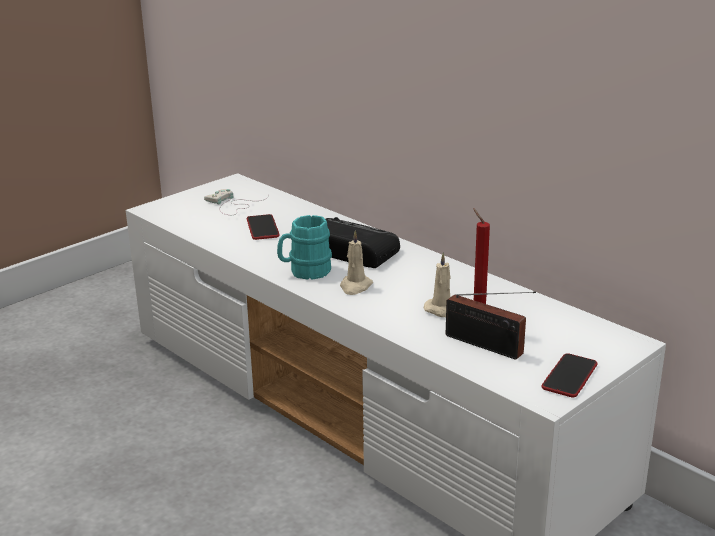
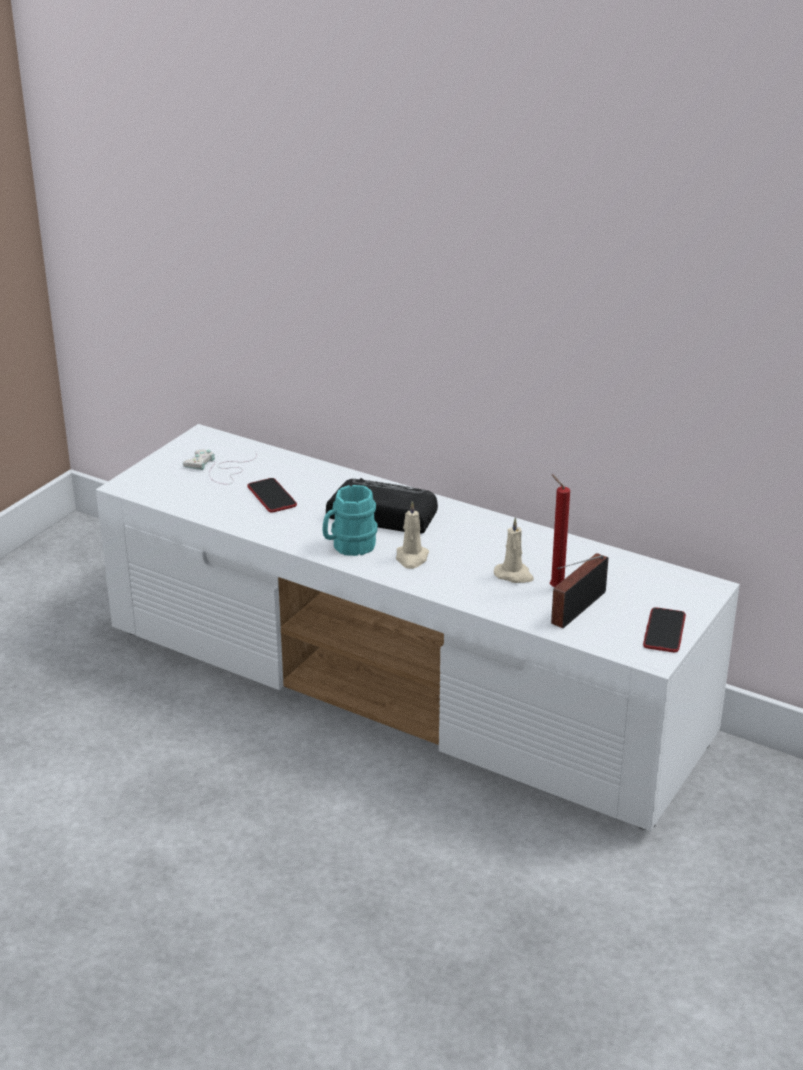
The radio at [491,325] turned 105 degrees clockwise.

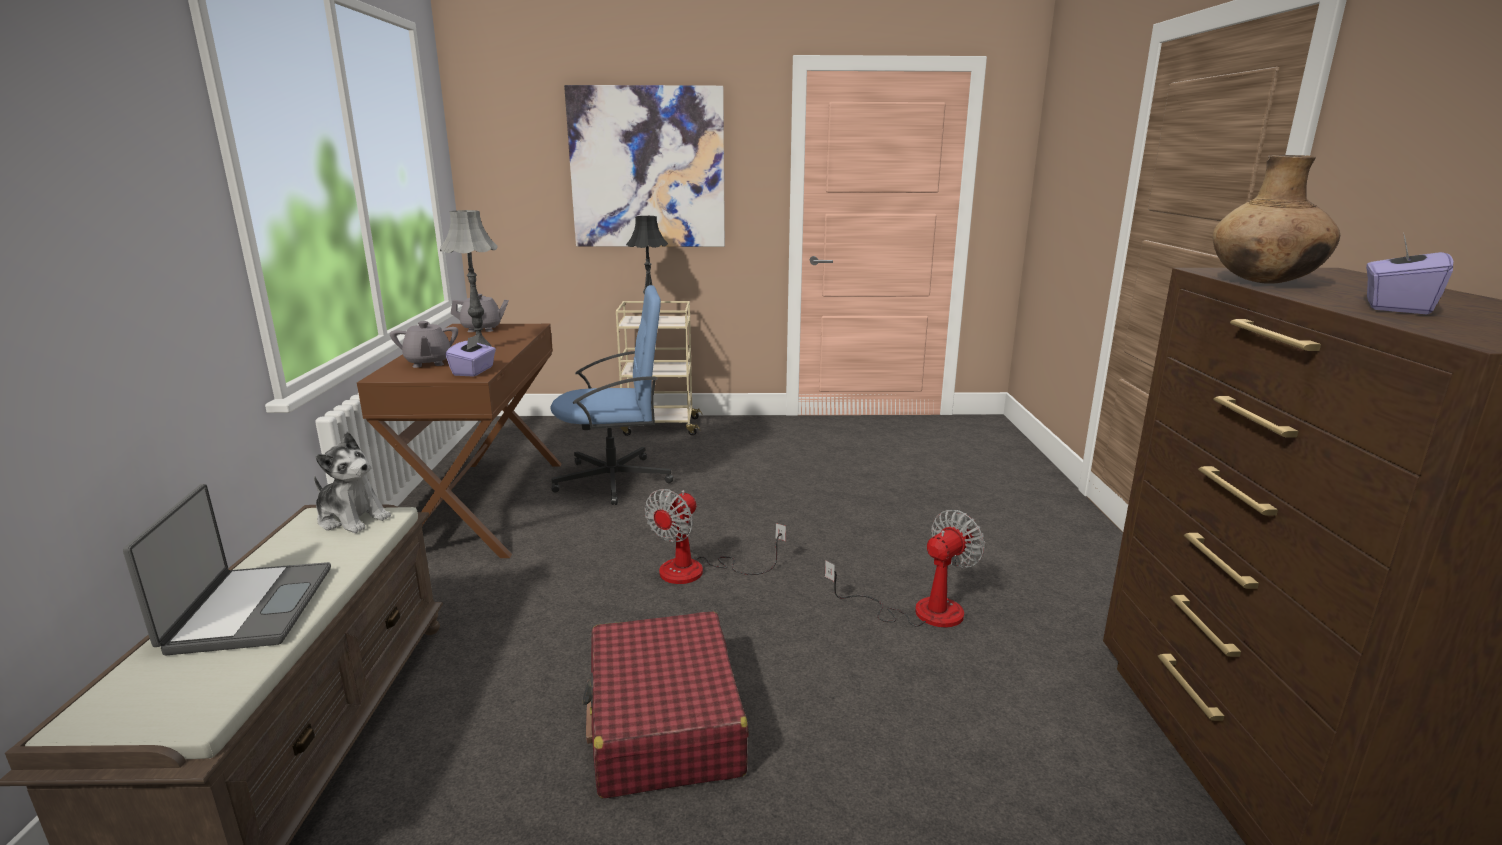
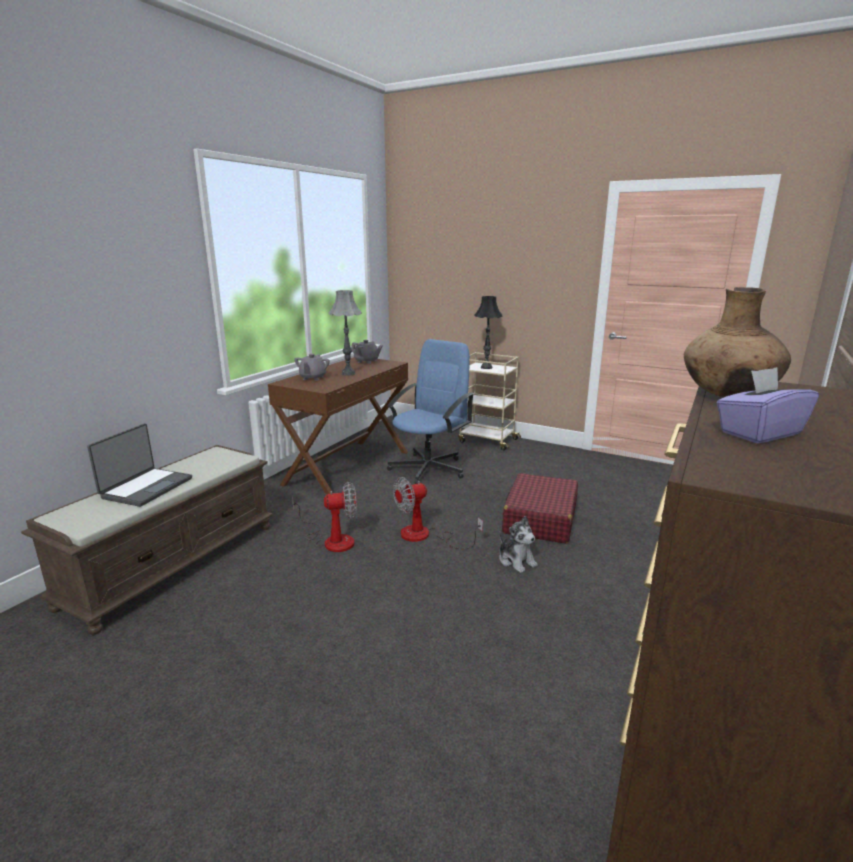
The wentylator moved from [905,568] to [324,516].
The krzesło biurowe (niebieski) at [611,395] turned 75 degrees counterclockwise.
The pluszak moved from [352,482] to [518,544].
The walizka (czerwony) moved from [666,704] to [540,508].
The pudełko chusteczek (fioletowy) at [470,355] disappeared.
The obraz at [644,166] disappeared.

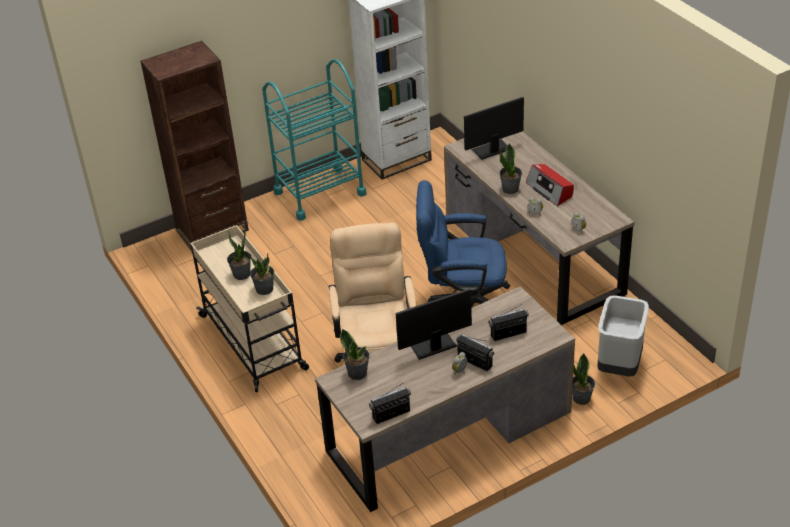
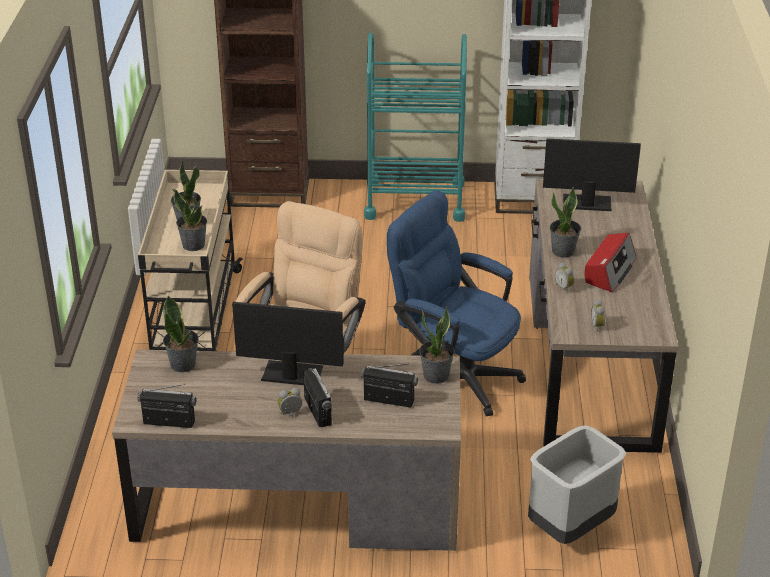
The roślina doniczkowa moved from [583,379] to [437,345].
The radio at [550,185] turned 150 degrees counterclockwise.

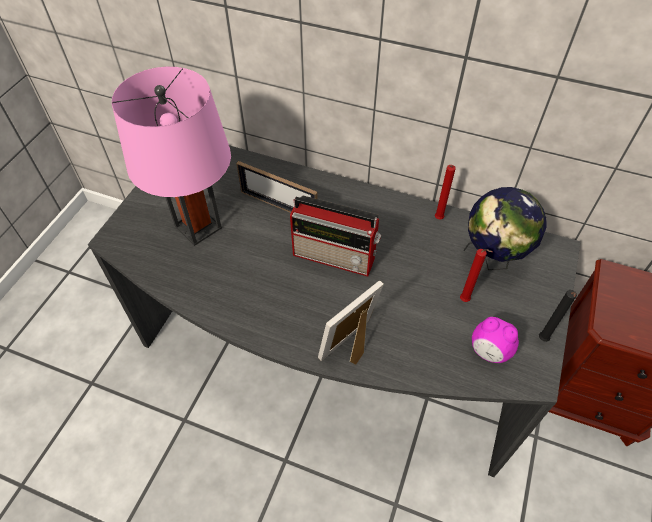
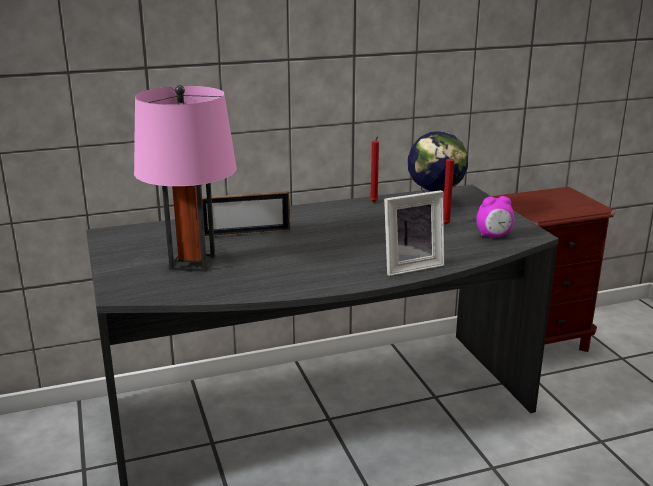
The ramka na zdjęcie at [351,323] turned 120 degrees counterclockwise.
The radio at [335,236] disappeared.
The świeca (czarny) at [558,316] disappeared.

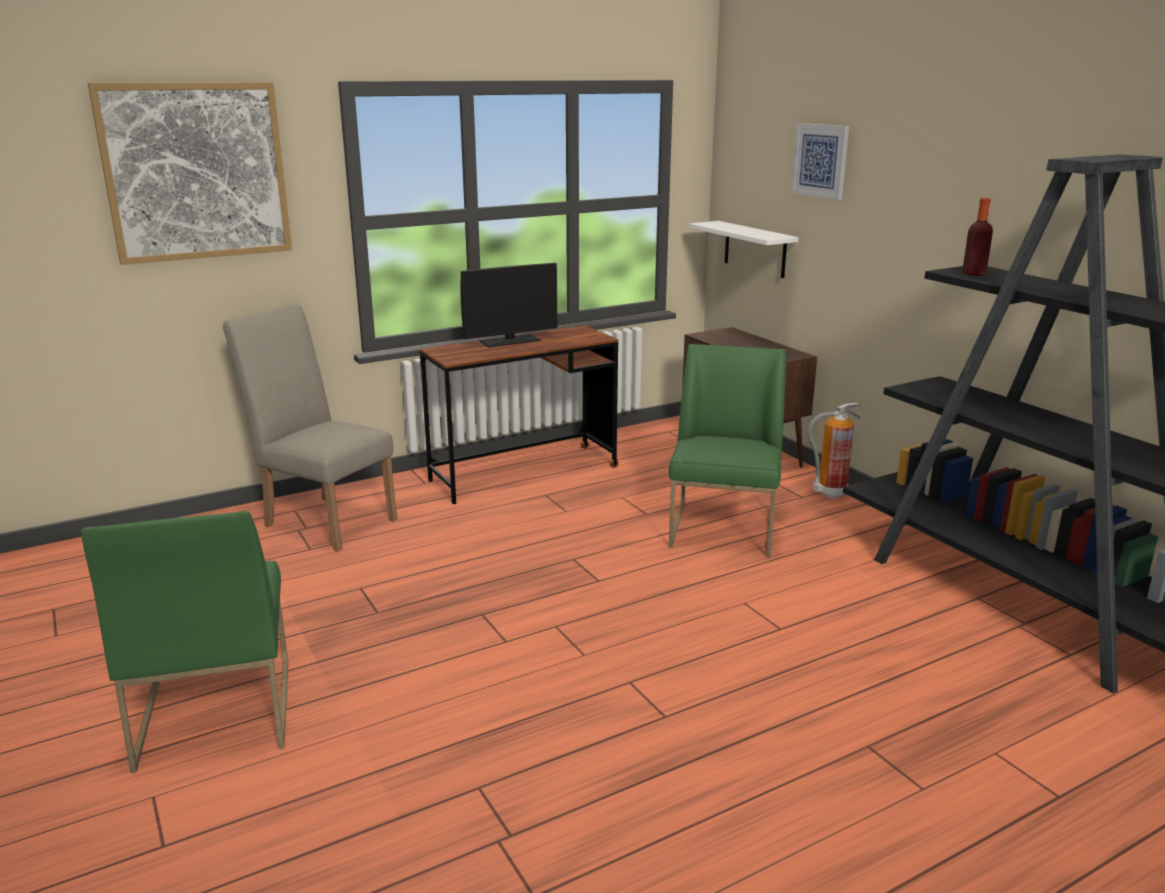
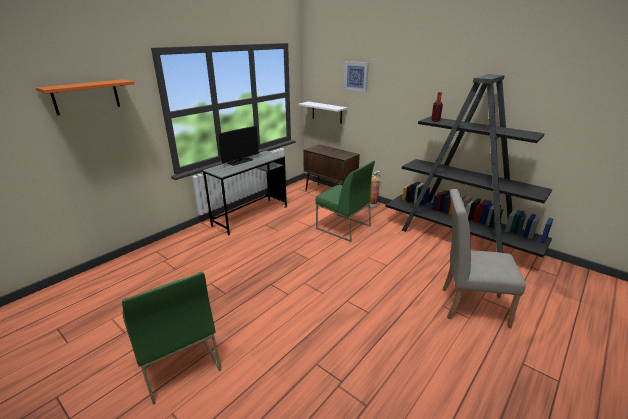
The obraz at [190,173] was replaced by the półka (pomarańczowy) at [85,97].
The biurko (brązowy) at [519,414] became the biurko (szary) at [245,193].
The krzesło (zielony) at [727,450] turned 135 degrees clockwise.
The krzesło (beżowy) moved from [310,427] to [484,258].

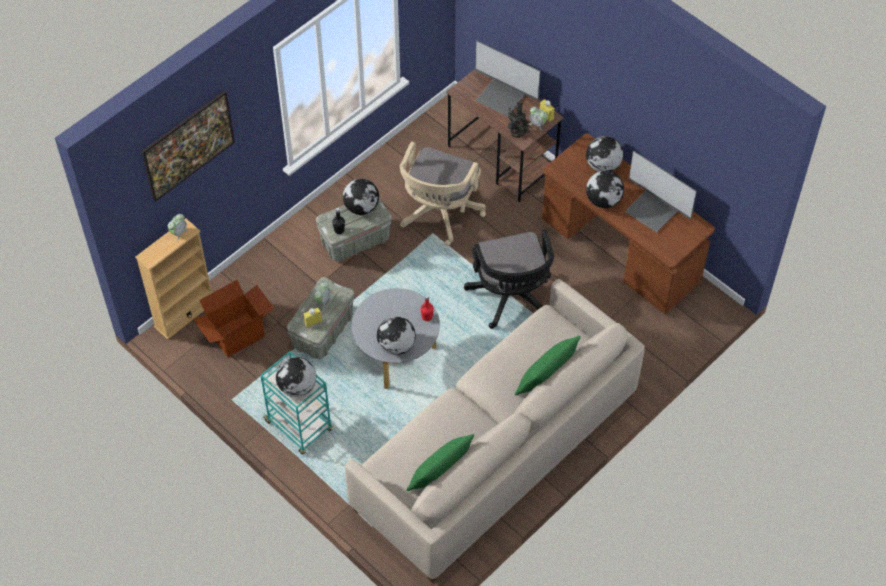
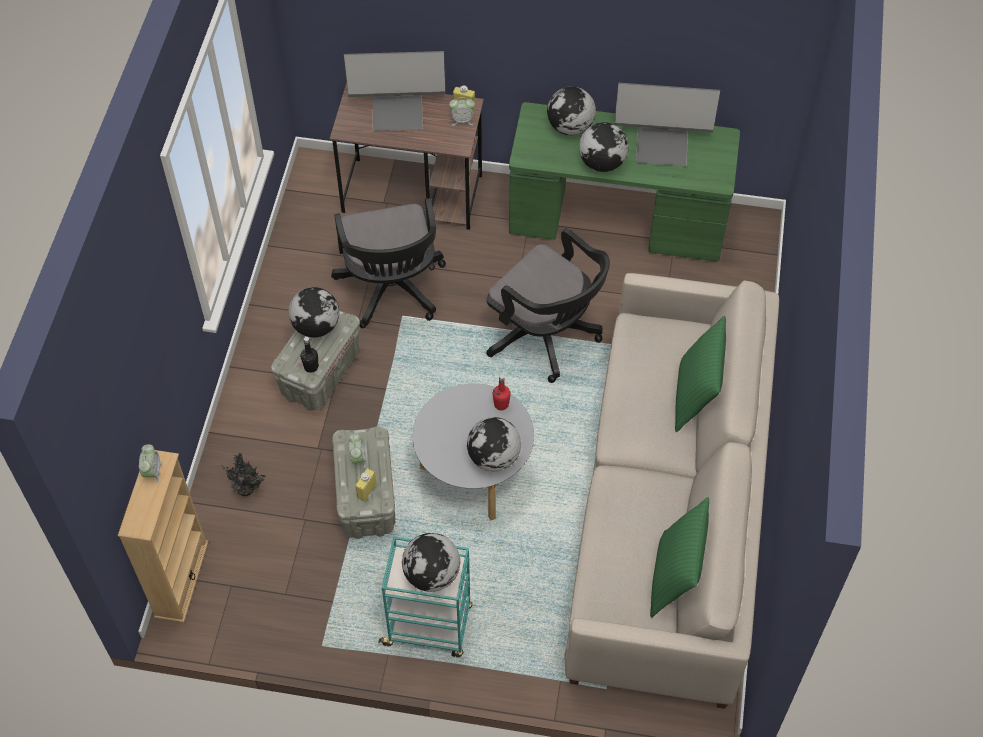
The roślina doniczkowa moved from [519,119] to [244,474].
The krzesło biurowe (beżowy) at [443,193] became the krzesło biurowe (czarny) at [388,263].
The biurko (brązowy) at [628,223] became the biurko (zielony) at [624,182].
The obraz at [188,146] disappeared.
The karton at [233,318] disappeared.

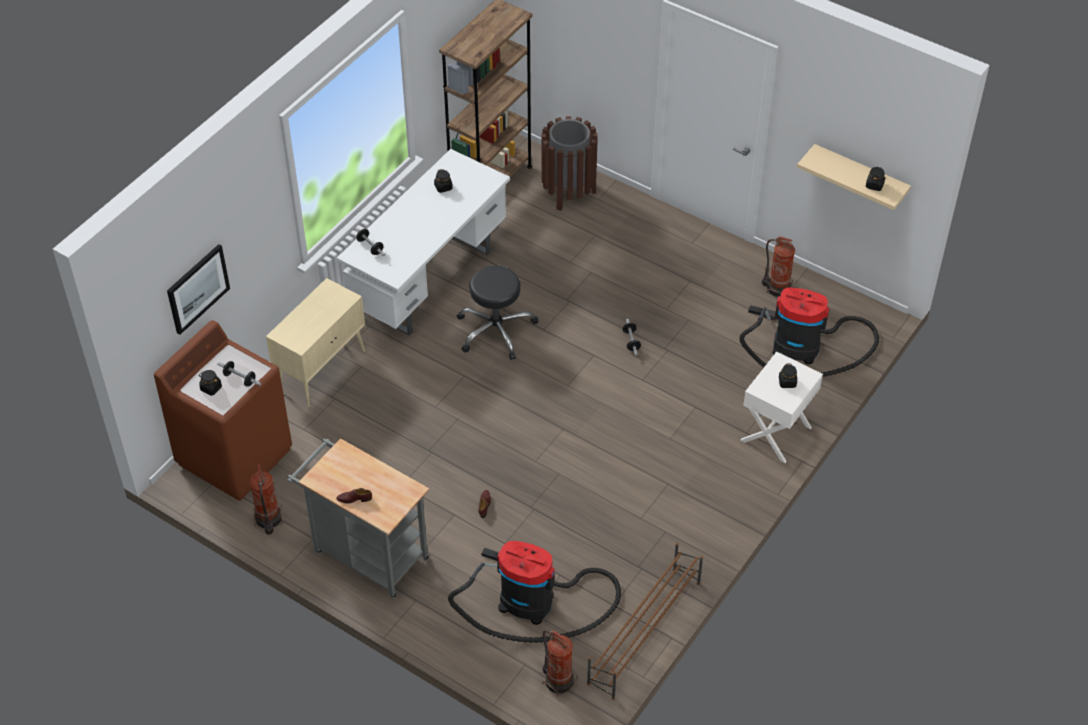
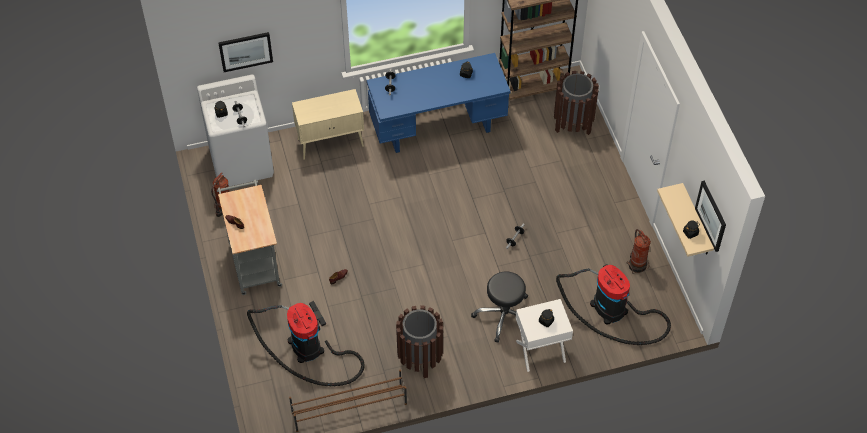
The pralka (brązowy) at [223,410] became the pralka (biały) at [235,130].
The biurko (biały) at [423,242] became the biurko (niebieski) at [439,103].
The kosz na śmieci (brązowy) at [419,341] appeared.
The stołek (czarny) moved from [498,313] to [499,307].
The obraz at [710,216] appeared.
The gaśnica at [560,663] disappeared.

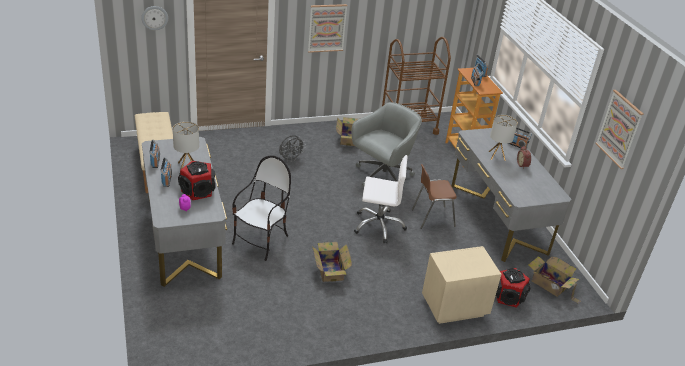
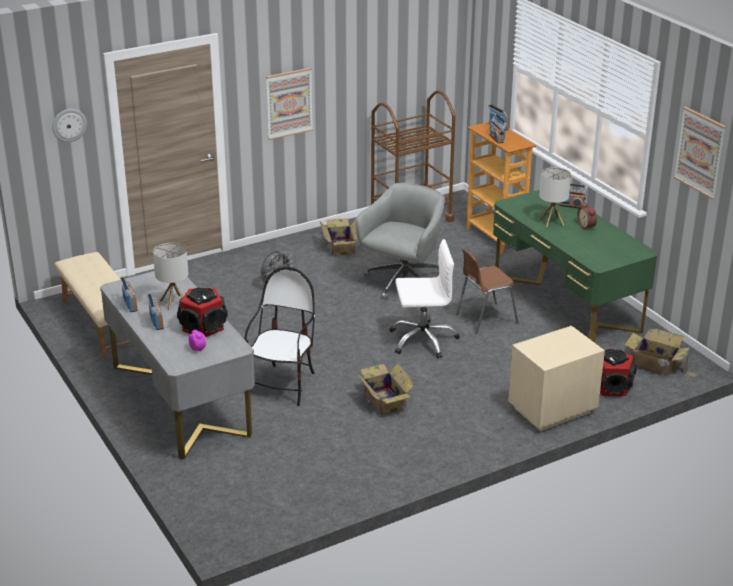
The biurko (szary) at [511,195] became the biurko (zielony) at [575,266].

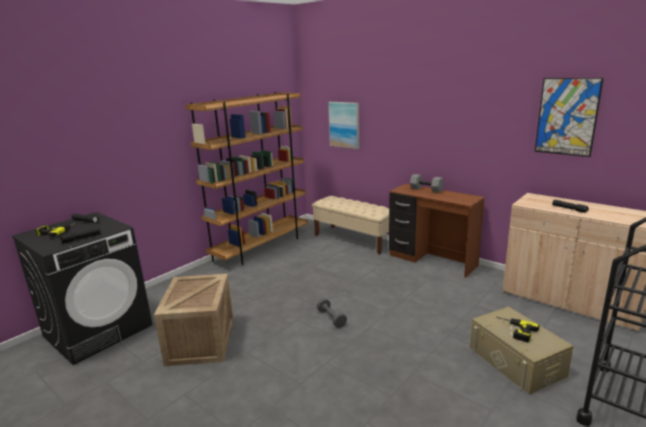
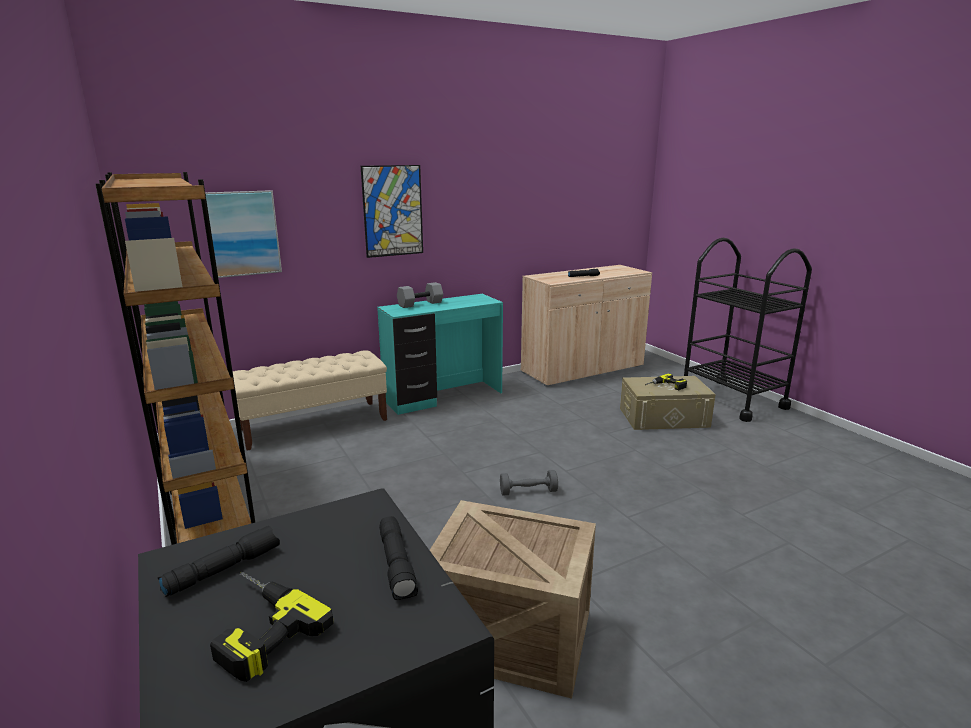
The obraz moved from [569,117] to [392,211].
The biurko (brązowy) at [436,231] became the biurko (turkusowy) at [440,354].

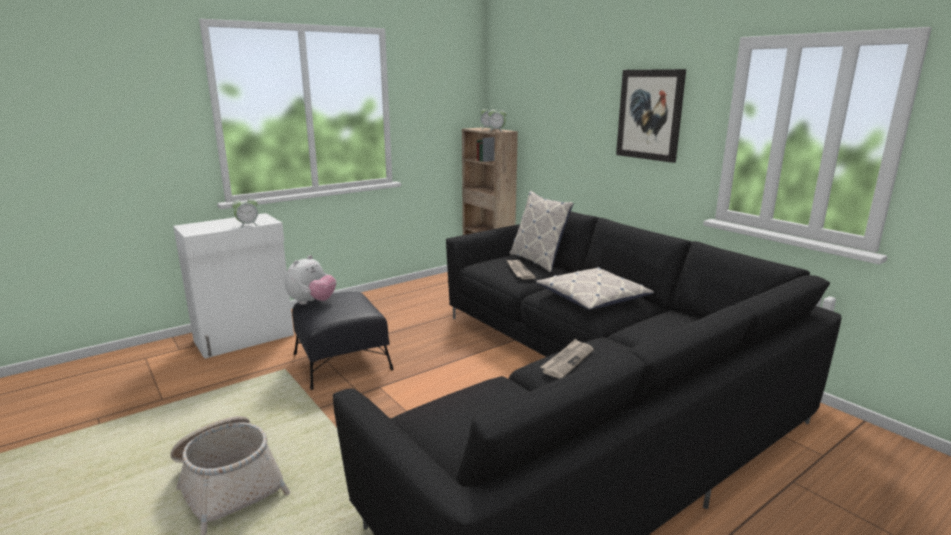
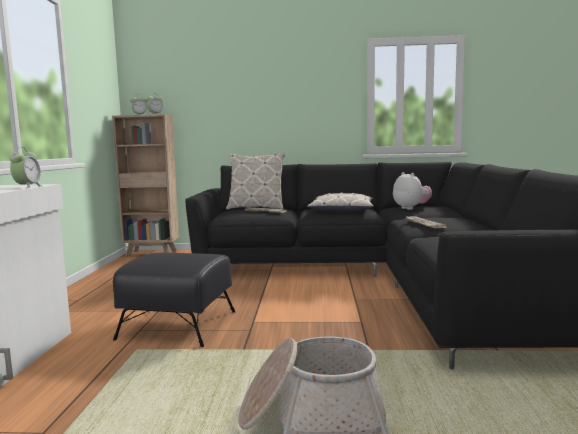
The pluszak moved from [310,280] to [412,191].
The obraz at [651,116] disappeared.

